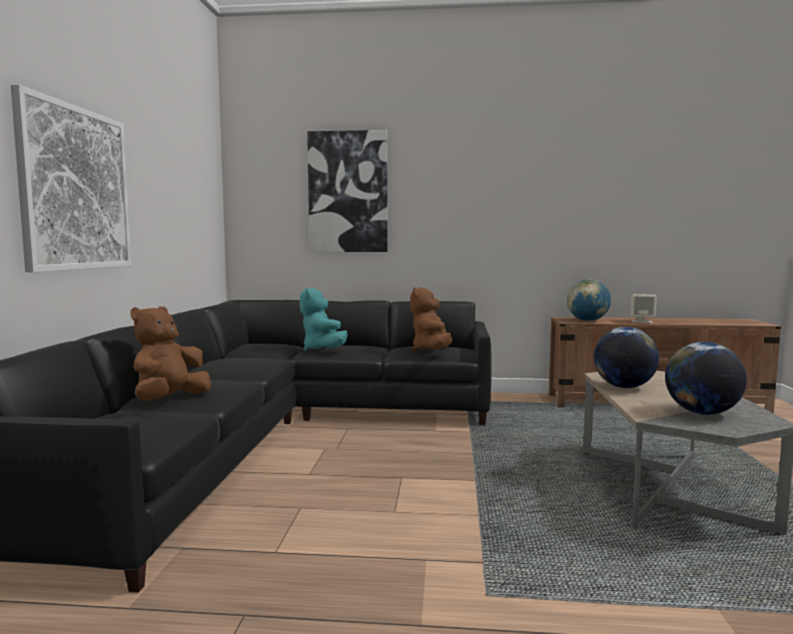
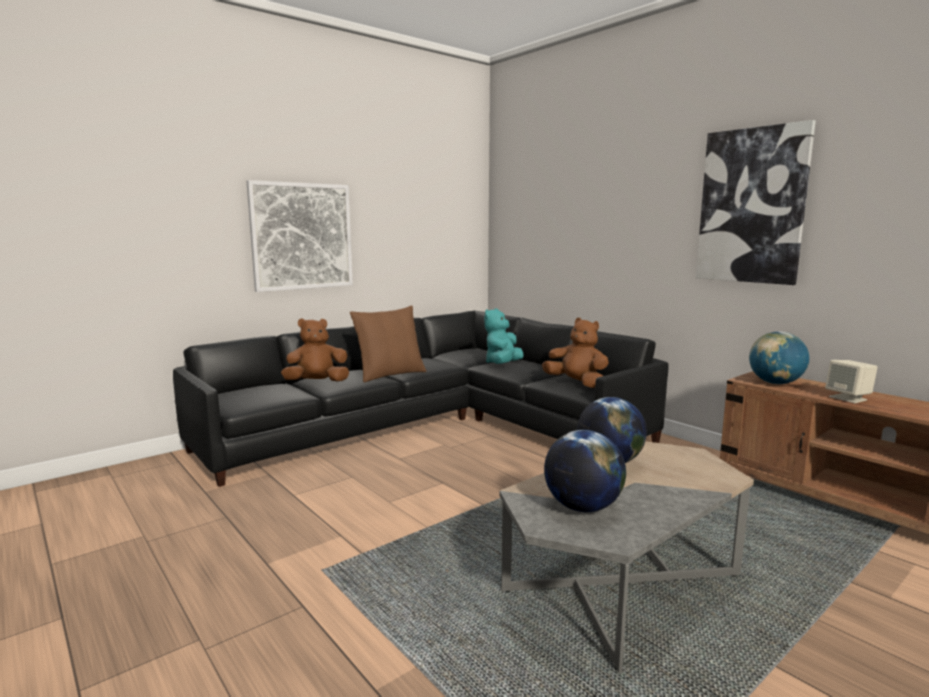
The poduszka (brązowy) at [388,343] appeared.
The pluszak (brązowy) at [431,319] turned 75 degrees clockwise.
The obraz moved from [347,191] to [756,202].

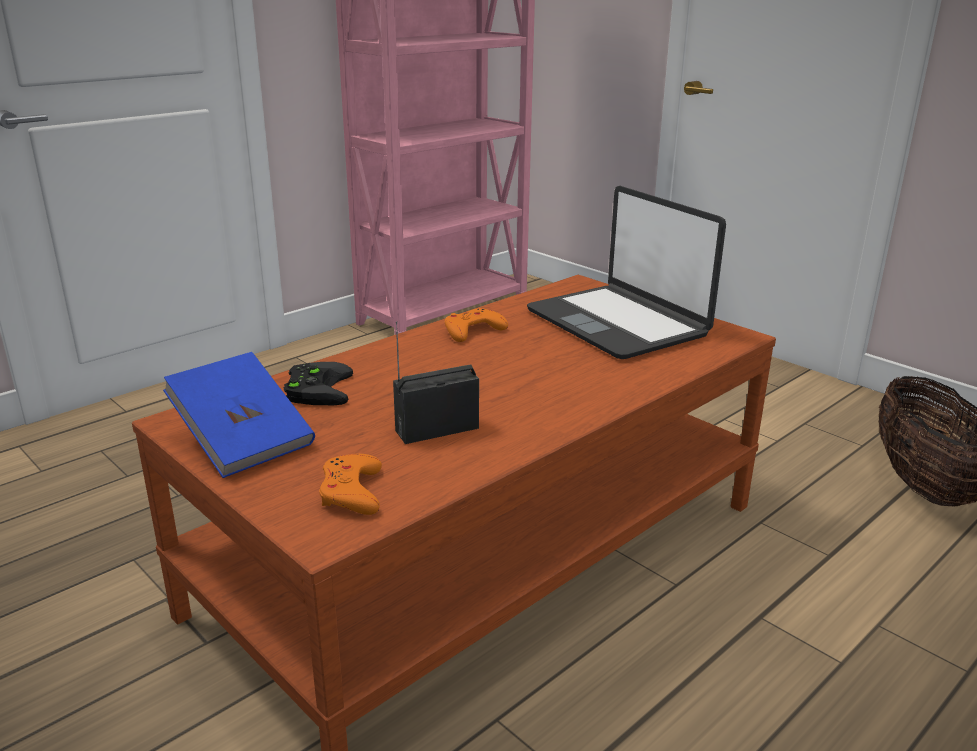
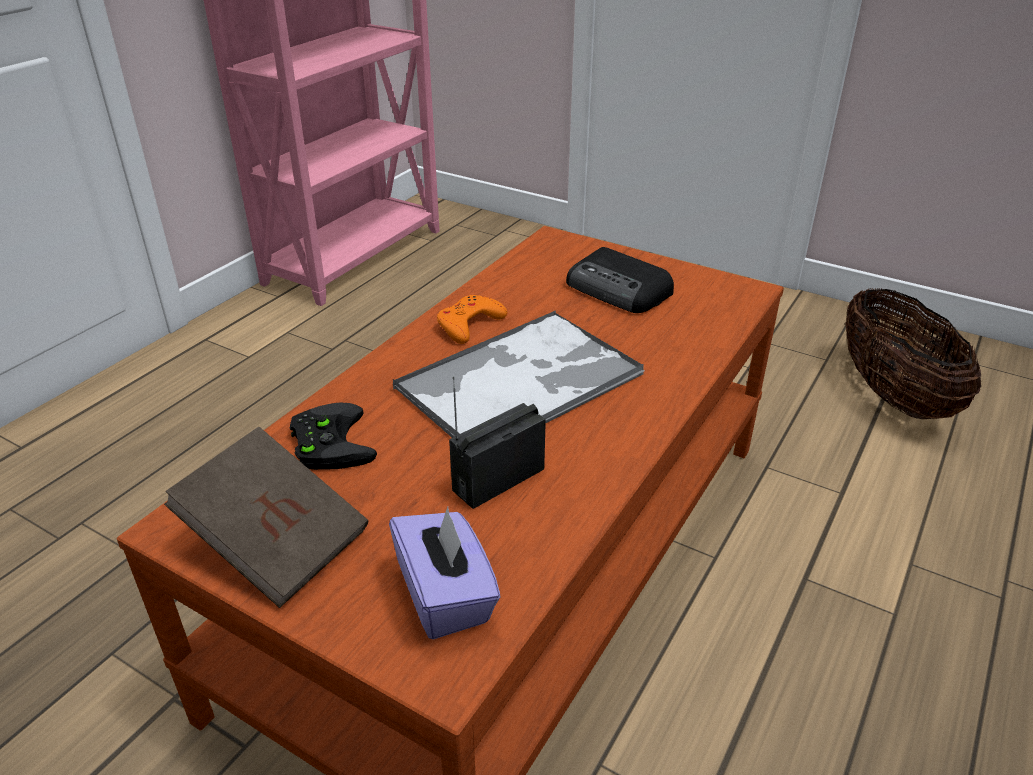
The książka (niebieski) at [239,415] became the książka (brązowy) at [266,517].
The pad do gier (pomarańczowy) at [350,484] was replaced by the pudełko chusteczek (fioletowy) at [445,573].
The taca at [518,374] appeared.
The laptop at [626,272] was replaced by the radio at [620,280].

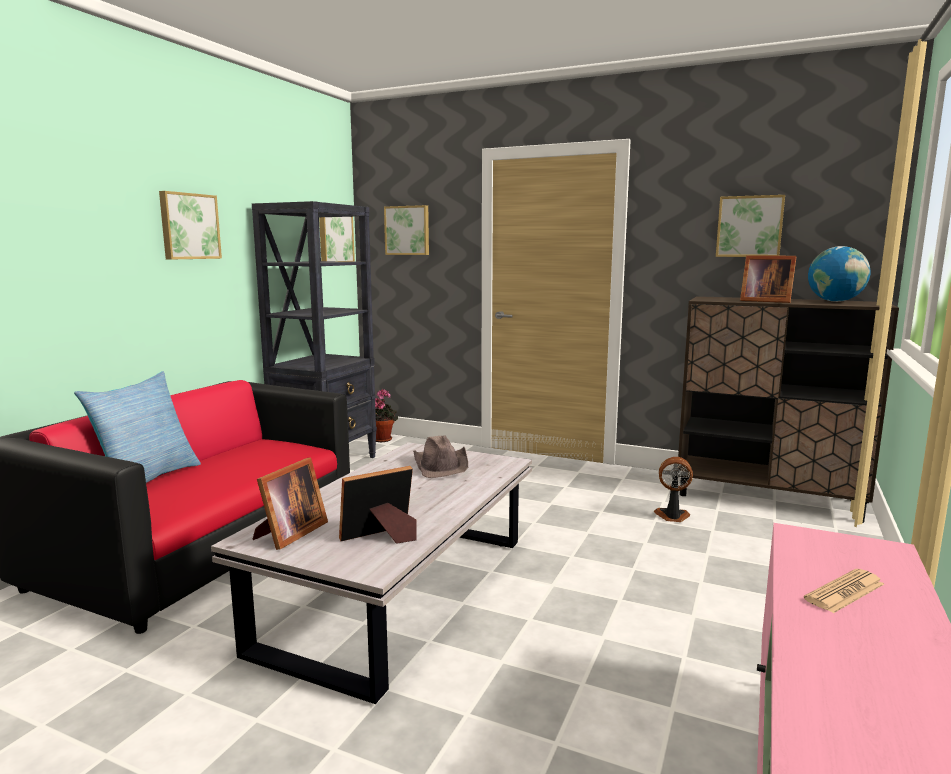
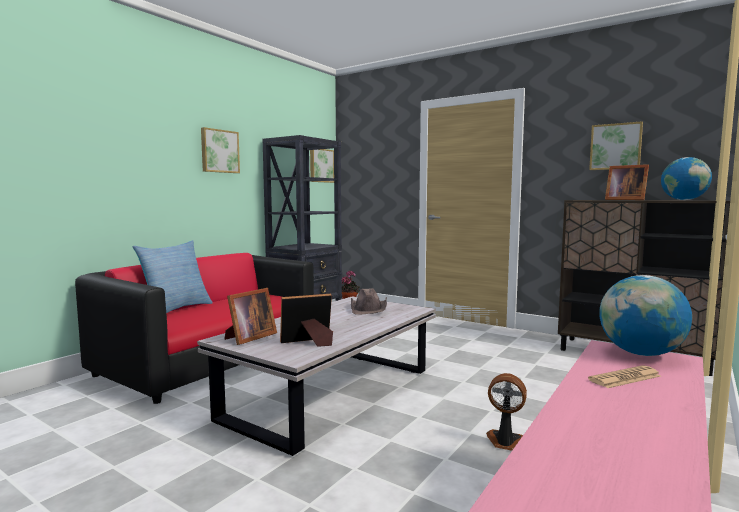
The wentylator moved from [673,489] to [506,412].
The globus at [645,315] appeared.
The obraz at [406,230] disappeared.

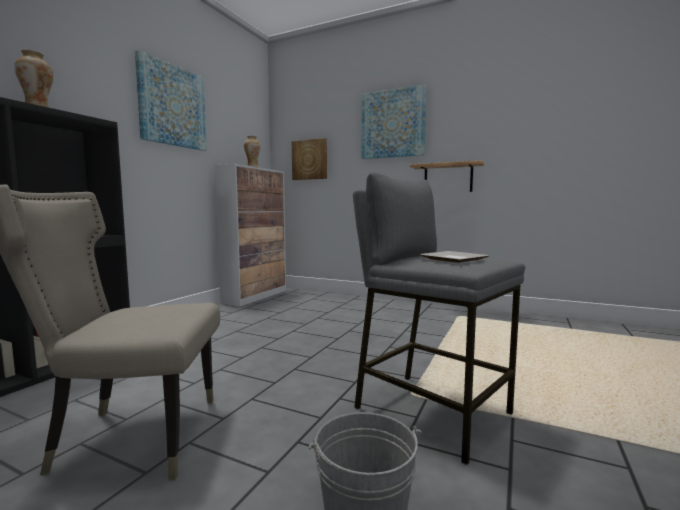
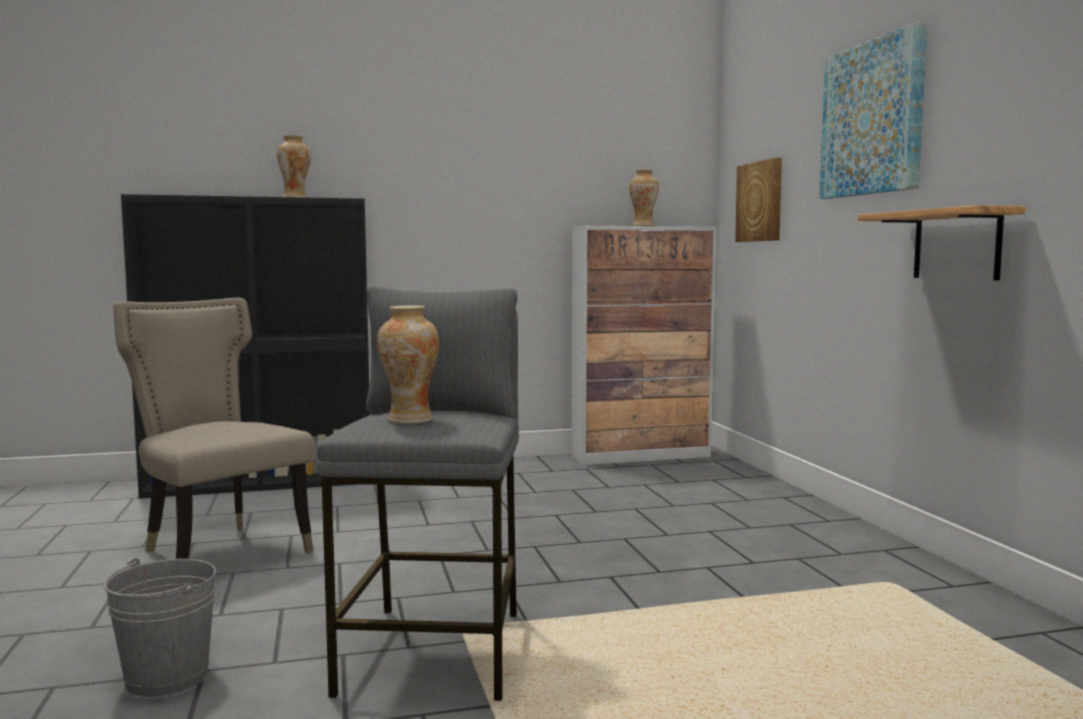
The talerz at [454,257] was replaced by the wazon at [408,365].
The obraz at [171,100] disappeared.

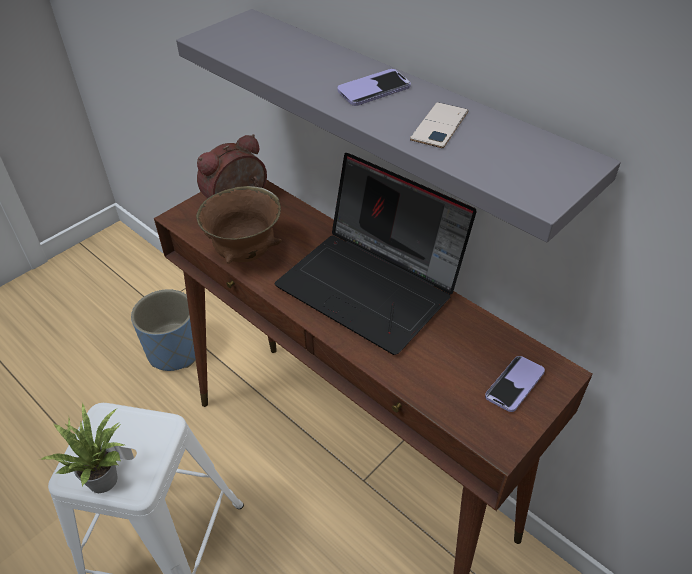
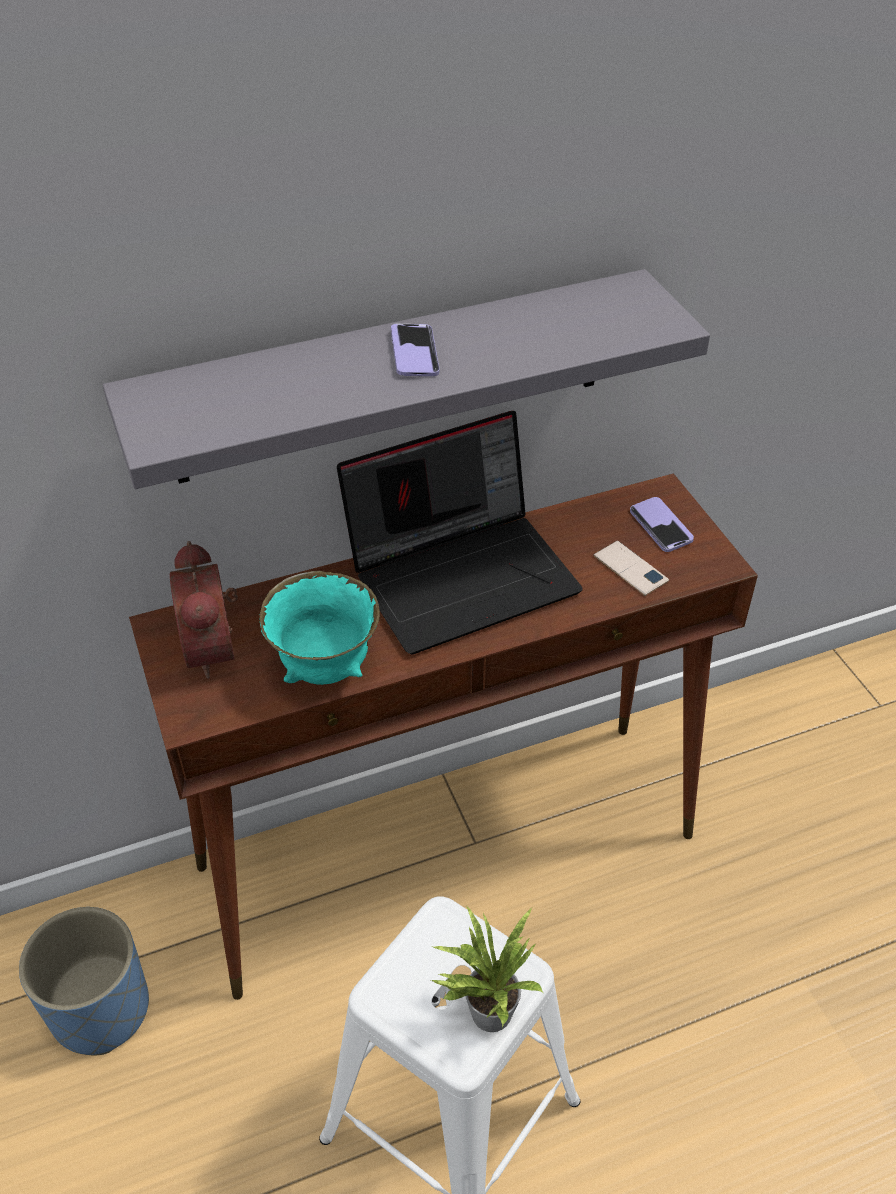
The miska (brązowy) at [239,225] became the miska (turkusowy) at [319,628].
The telefon moved from [439,125] to [631,568].

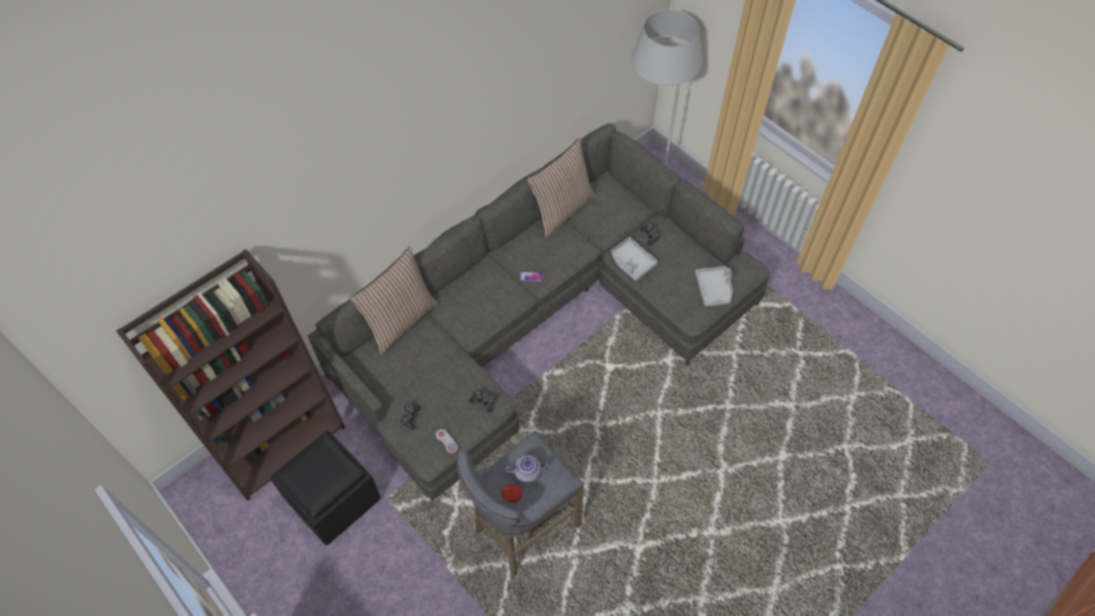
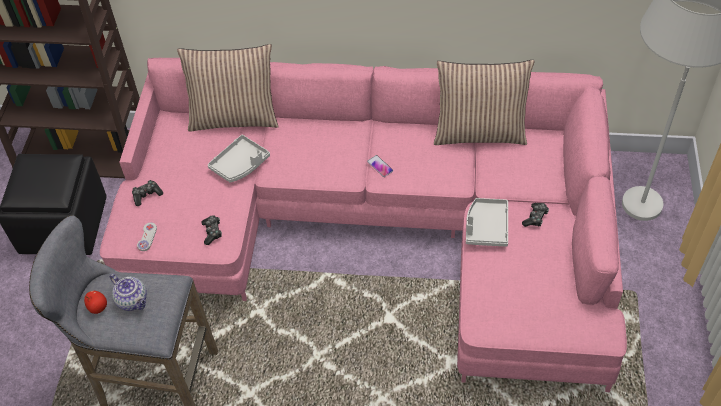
The kanapa (szary) at [539,312] became the kanapa (różowy) at [363,225].
The taca (szary) moved from [713,286] to [239,159].

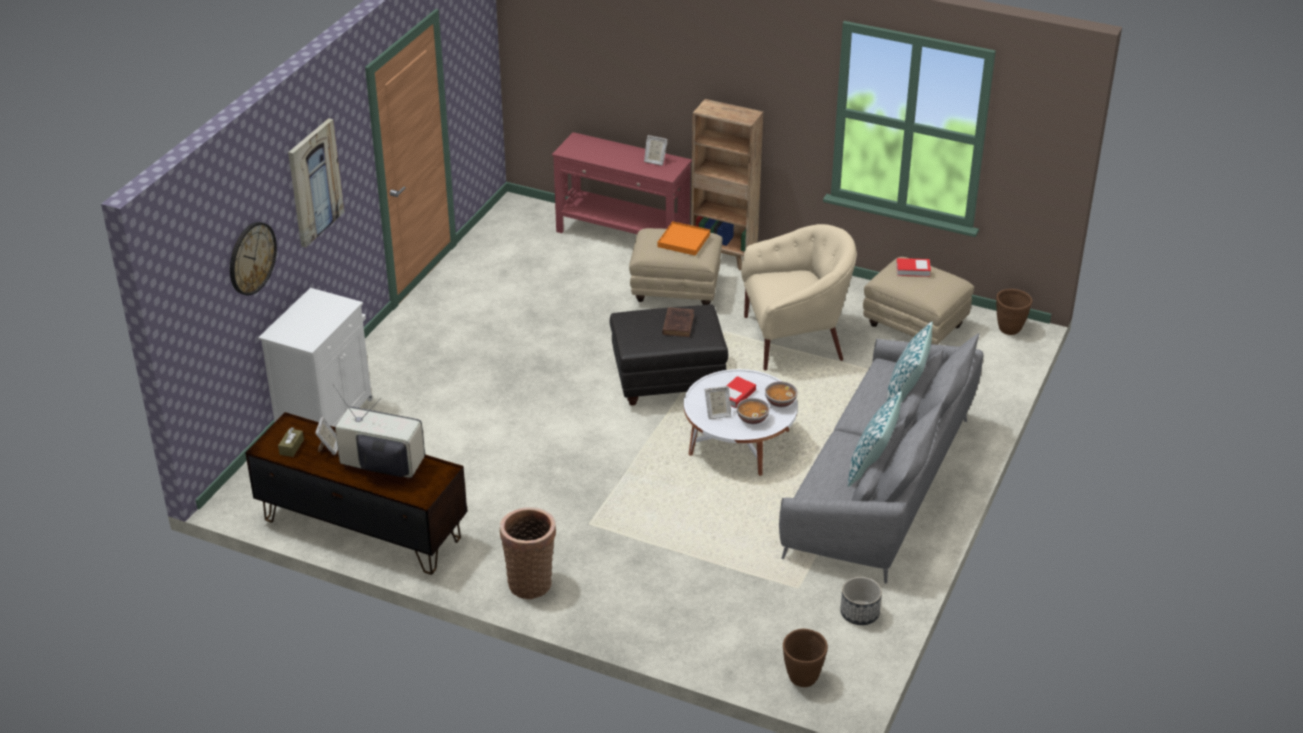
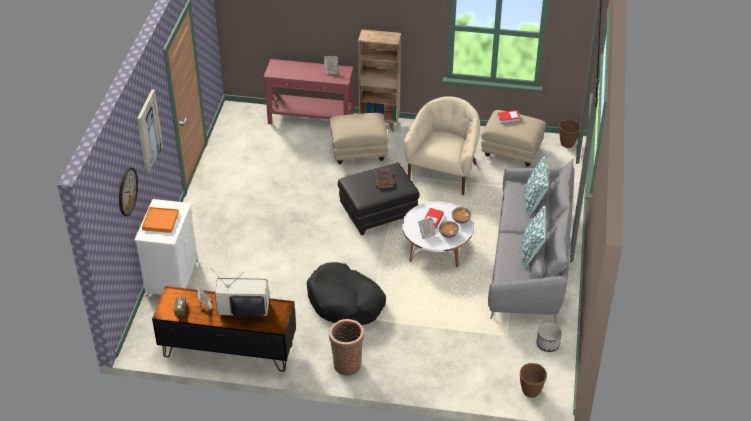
The taca (pomarańczowy) moved from [683,238] to [160,220].
The legowisko (czarny) at [346,293] appeared.
The fotel (beżowy) at [799,297] turned 45 degrees counterclockwise.

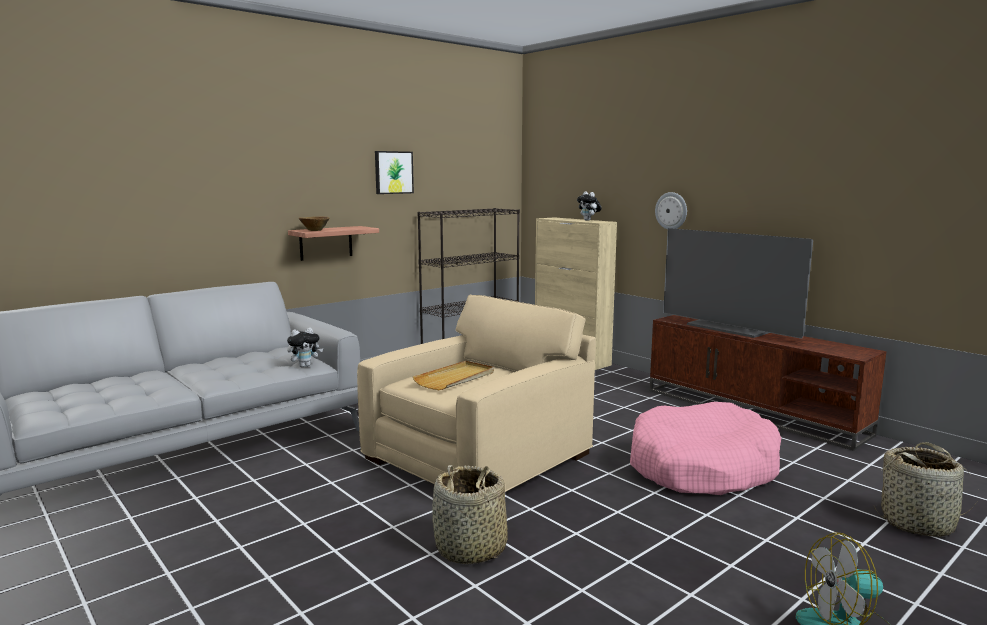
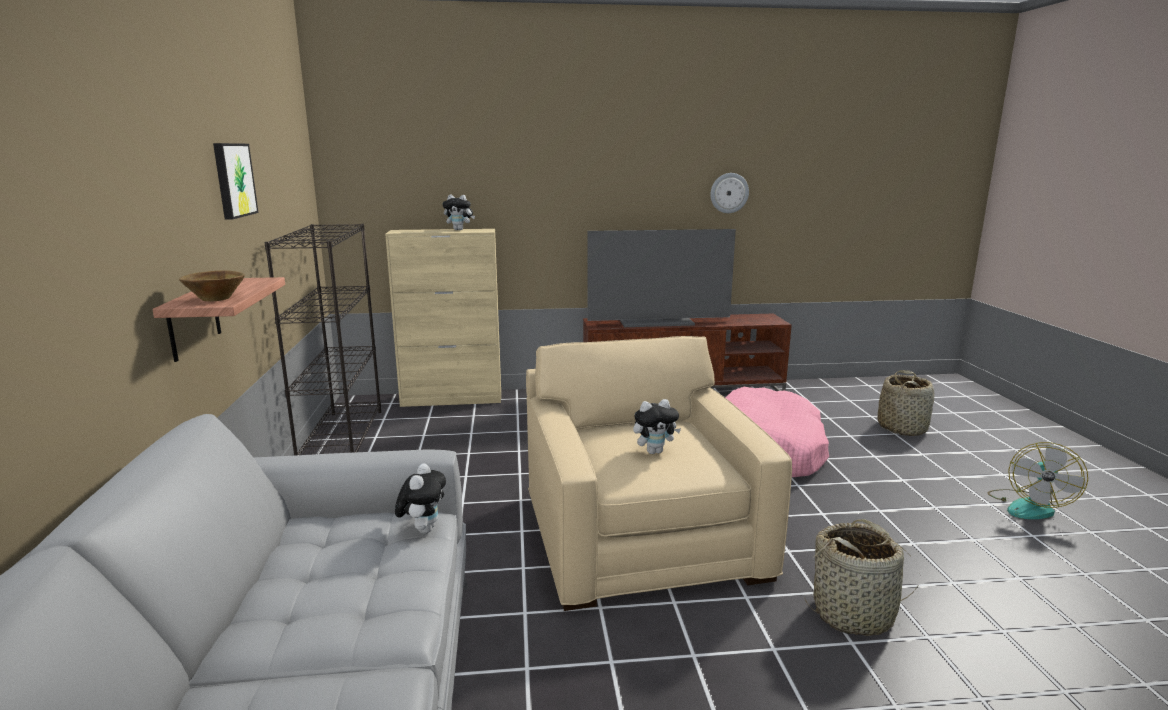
The taca (beżowy) at [453,375] was replaced by the pluszak at [657,426].
The zegar ścienny moved from [671,210] to [729,193].

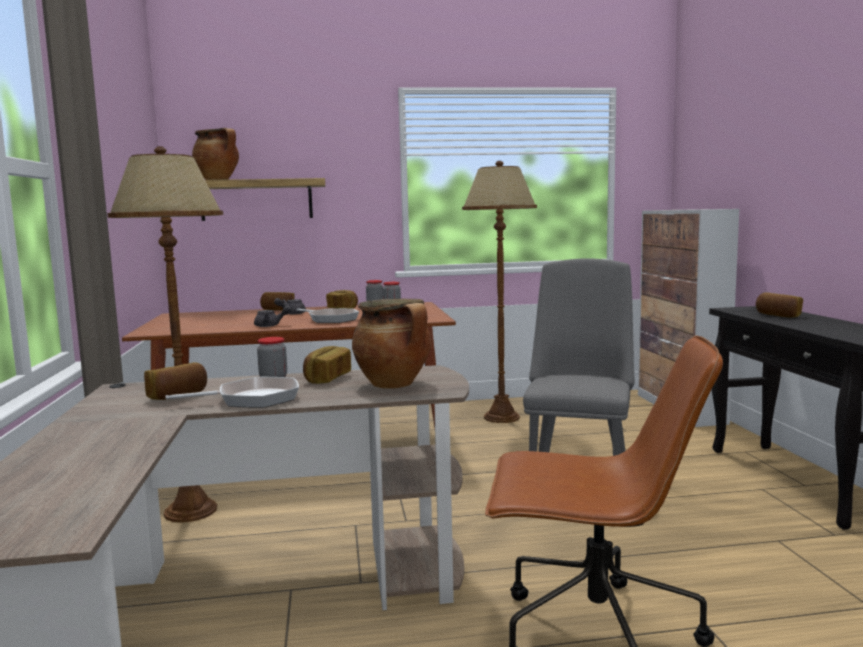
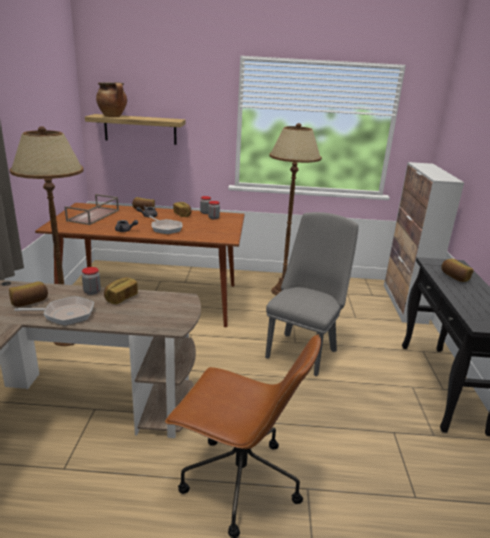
The taca (brązowy) at [92,209] appeared.
The garnek at [391,344] disappeared.

